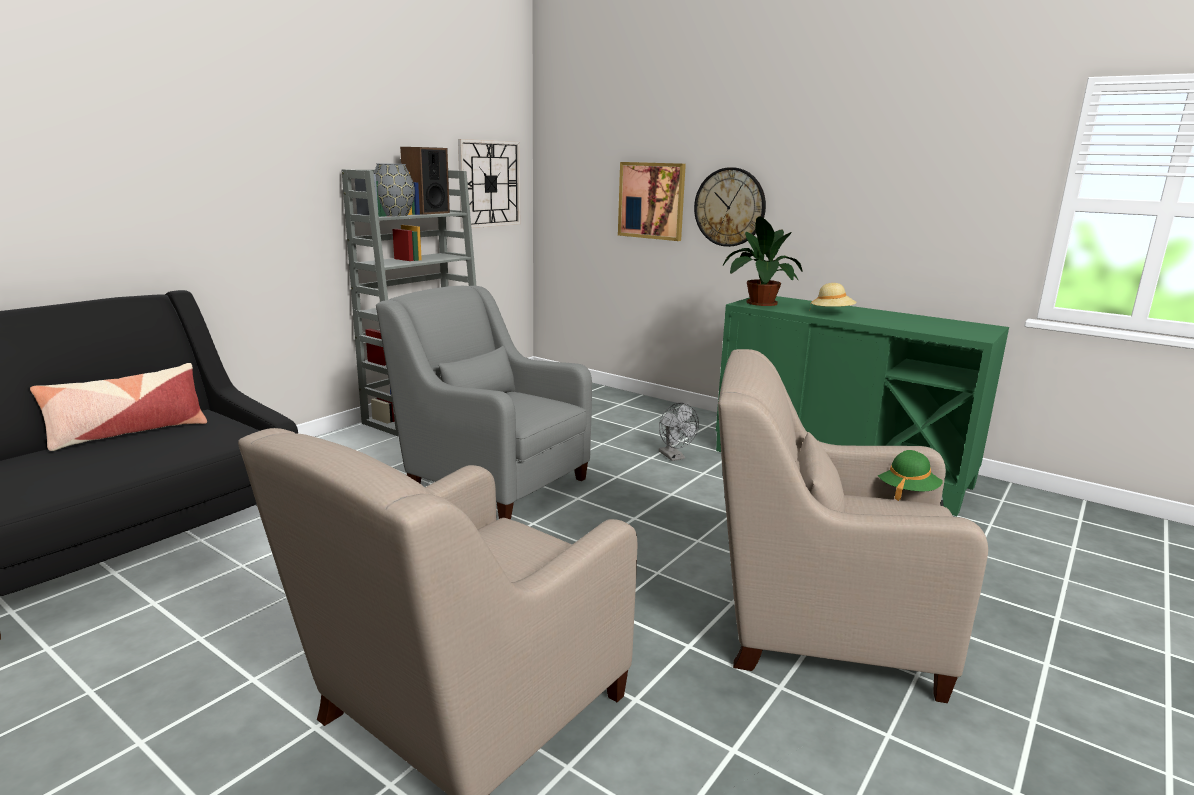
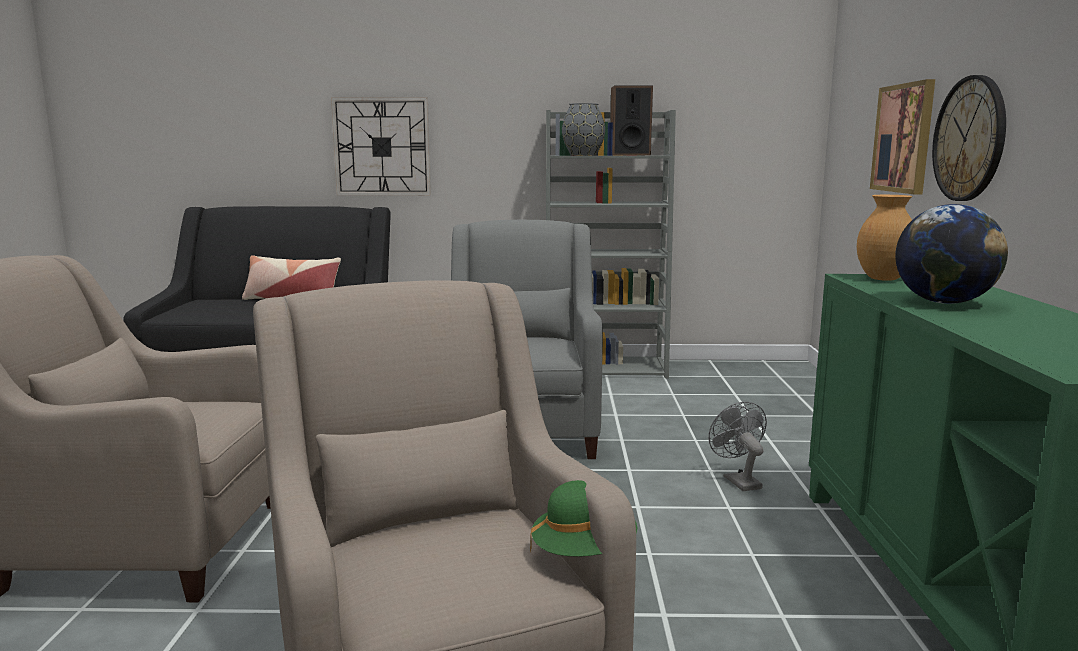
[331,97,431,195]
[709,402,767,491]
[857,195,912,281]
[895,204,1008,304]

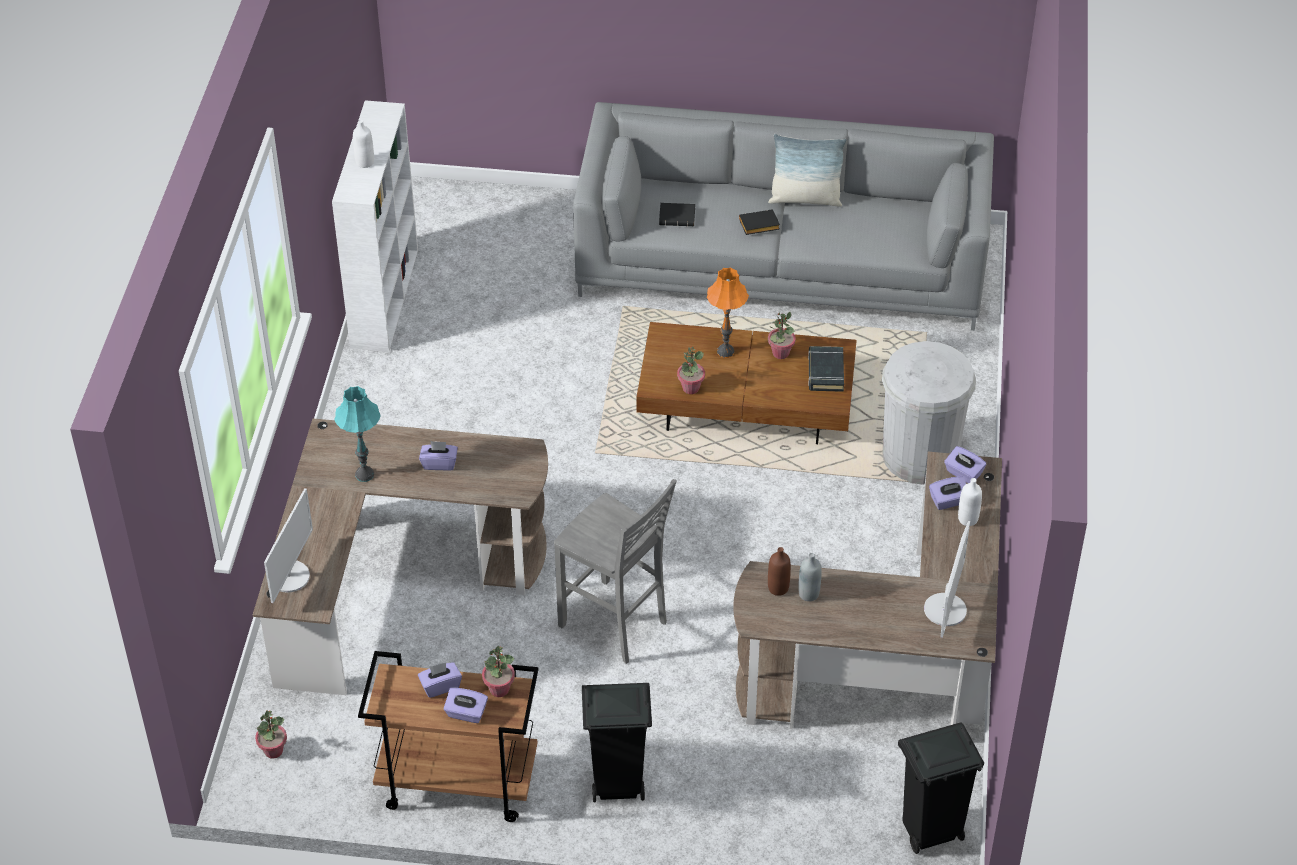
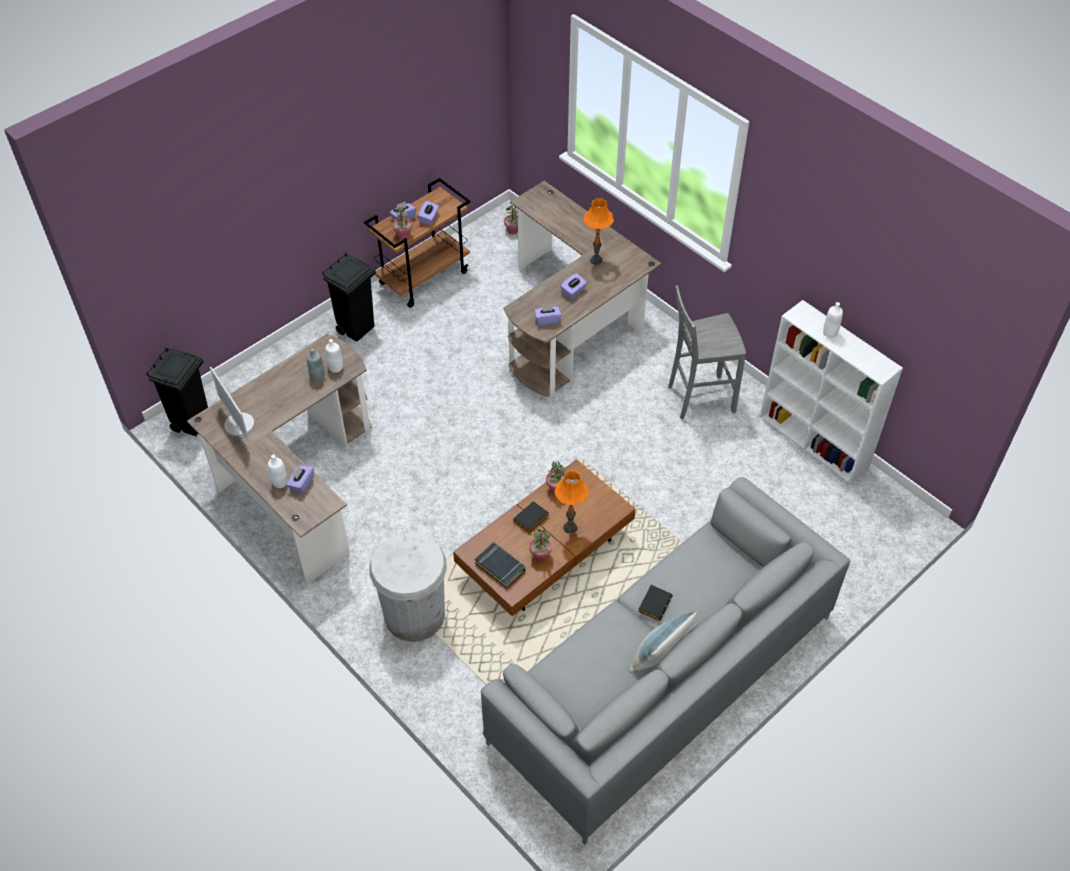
[325,339,343,373]
[513,501,549,533]
[534,305,561,326]
[583,198,614,265]
[668,286,746,419]
[264,488,313,603] (first image)

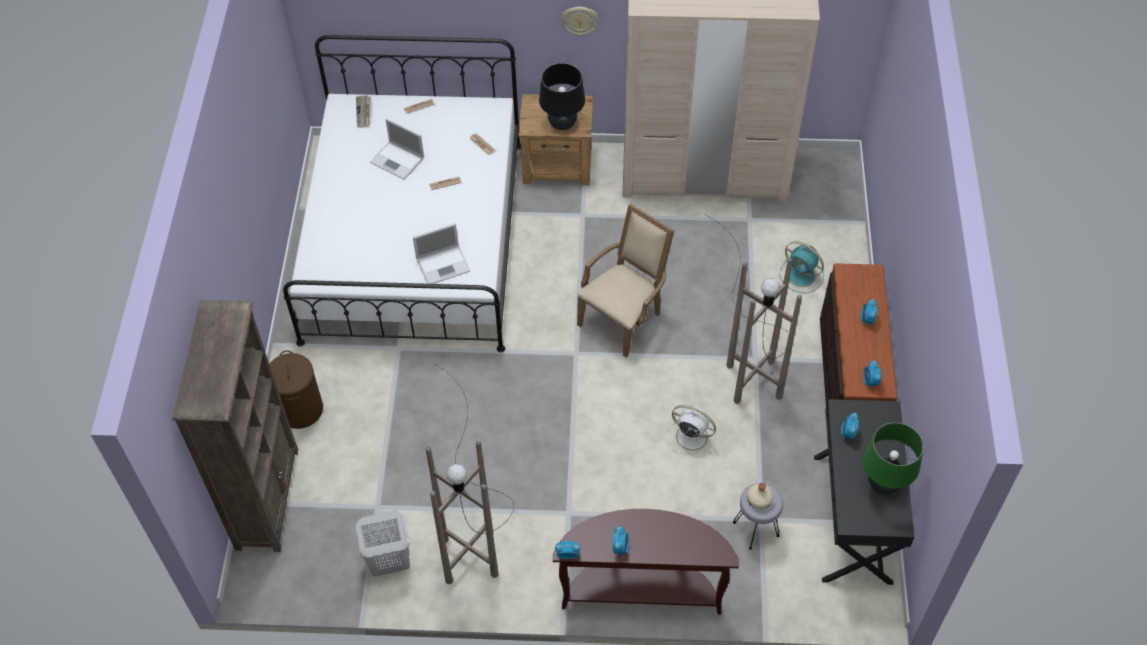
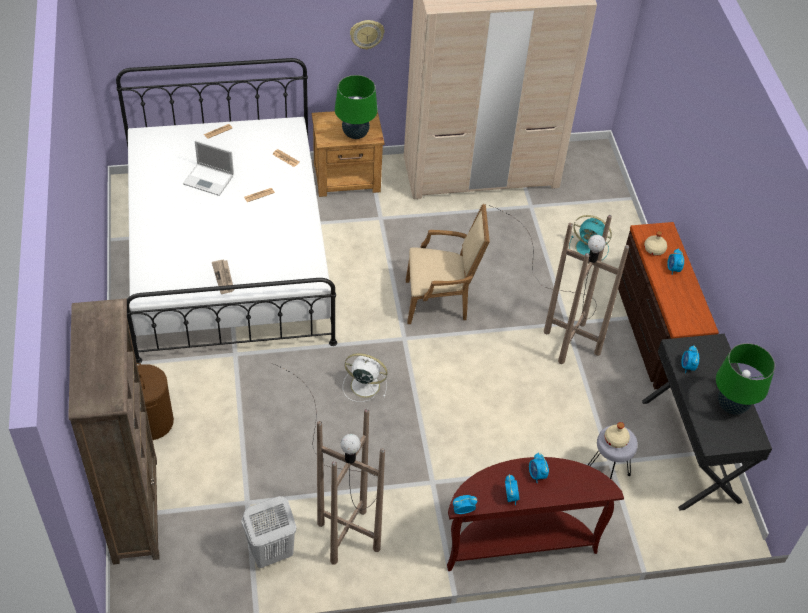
[212,260,234,294]
[335,75,378,139]
[343,353,388,402]
[406,204,490,324]
[529,452,549,483]
[644,231,667,256]
[413,223,470,284] (first image)

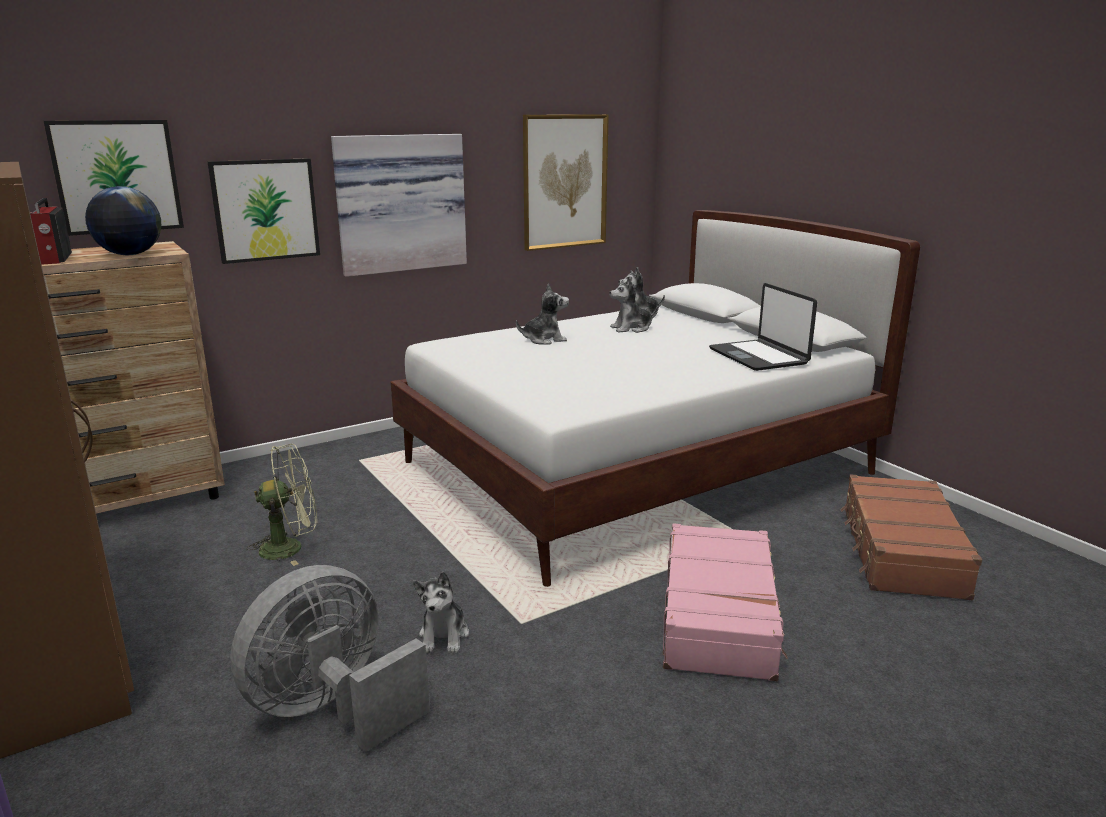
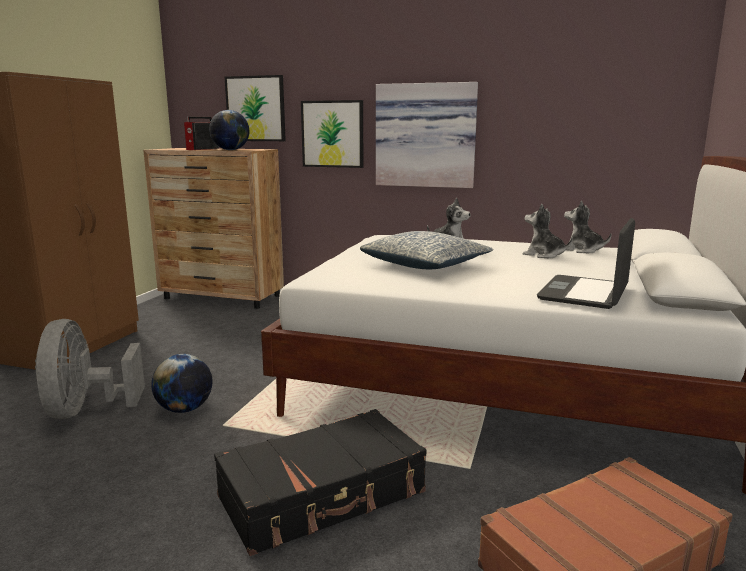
[35,319,145,419]
[151,354,212,413]
[214,409,426,556]
[360,231,494,269]
[246,444,317,566] (first image)
[523,114,609,251] (first image)

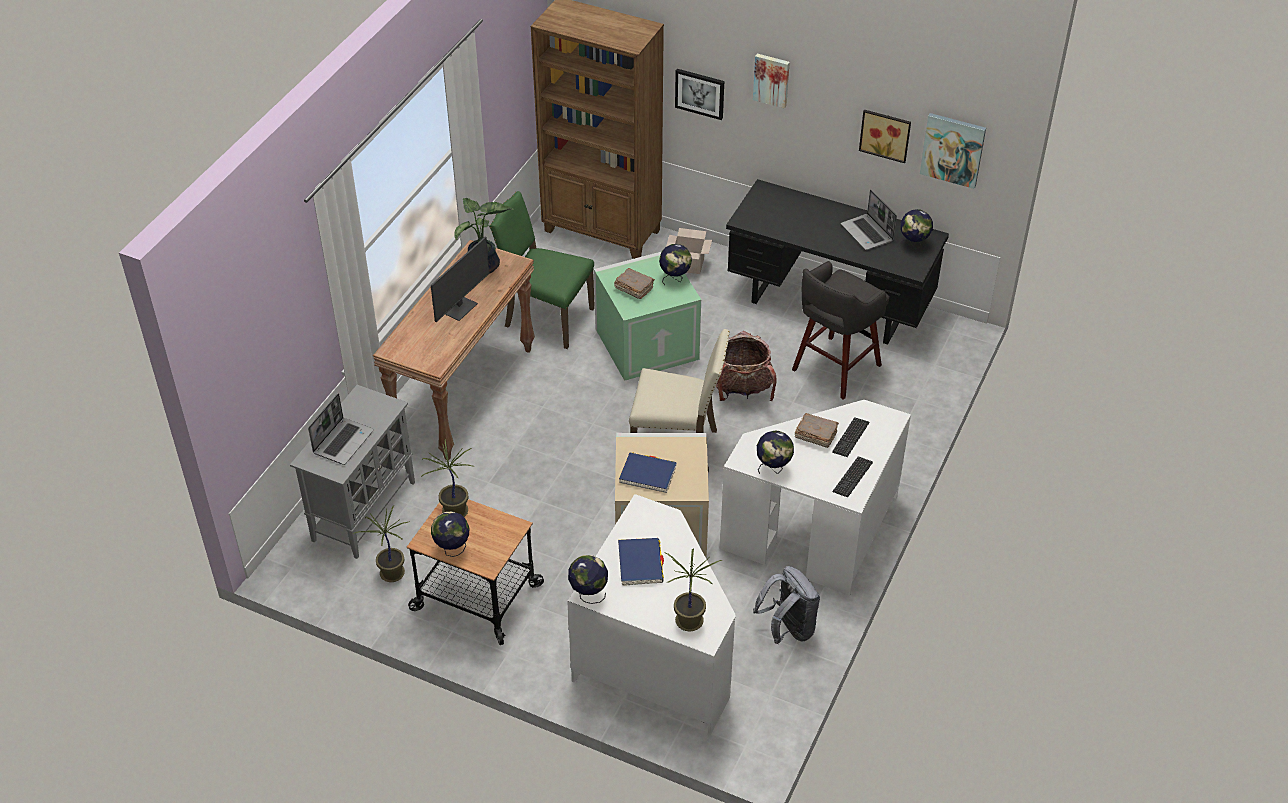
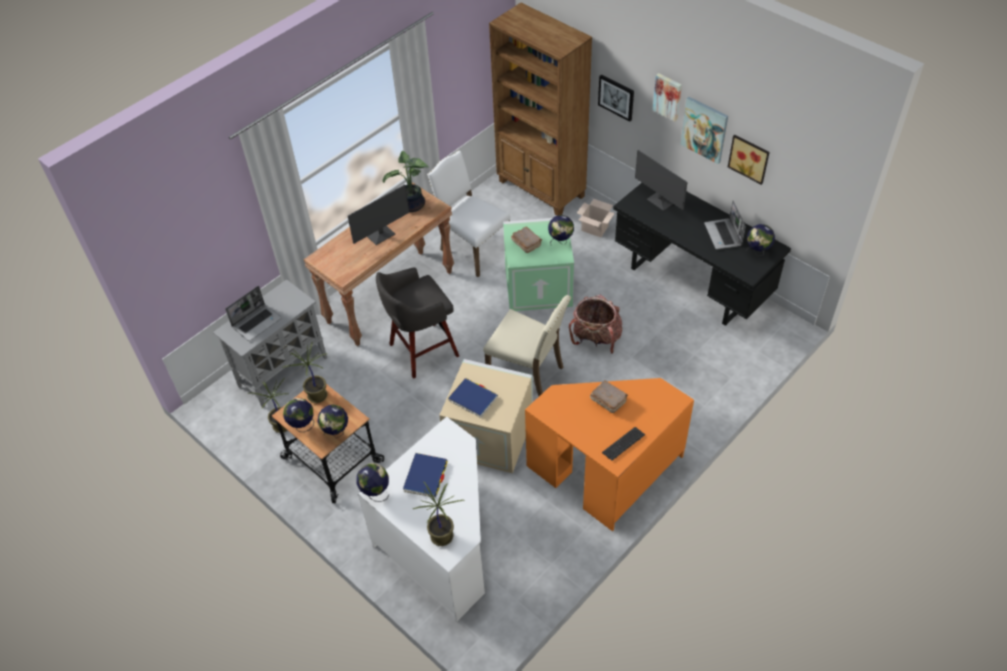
[317,405,348,438]
[376,267,459,379]
[427,151,510,277]
[525,378,694,531]
[635,150,688,211]
[680,97,728,164]
[753,566,820,644] (first image)
[832,417,869,457] (first image)

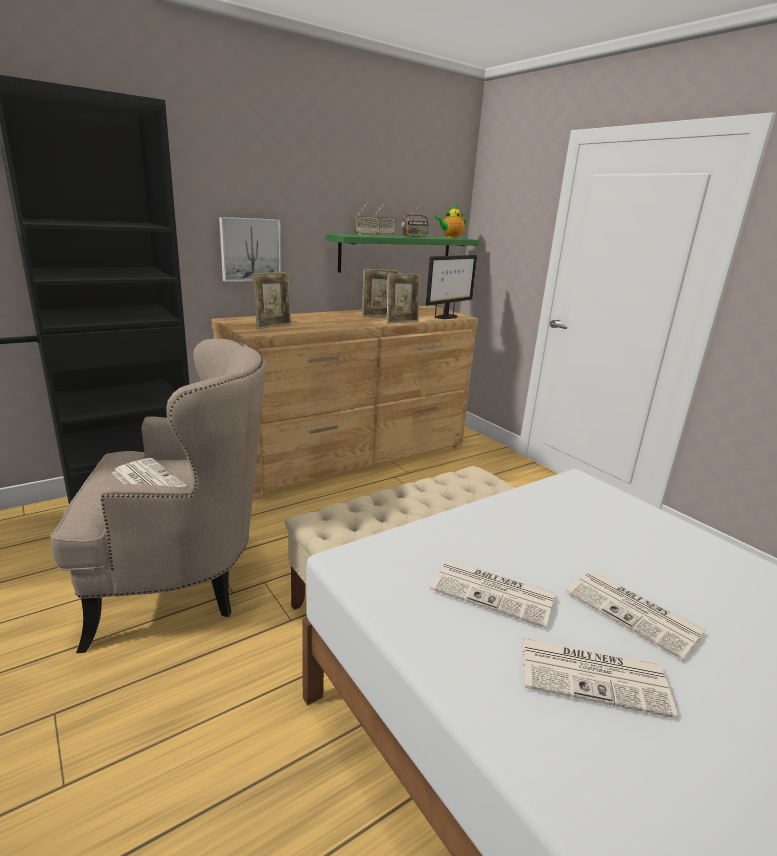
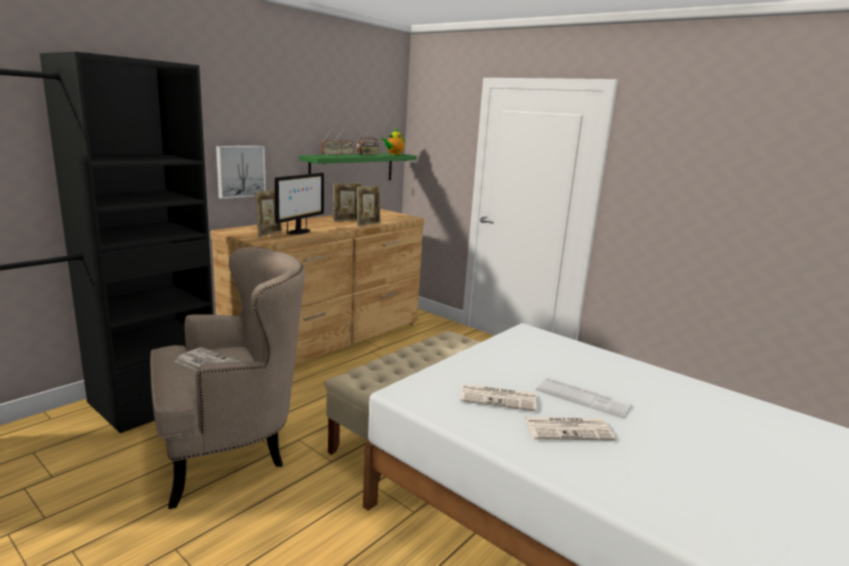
[275,173,324,235]
[536,377,632,418]

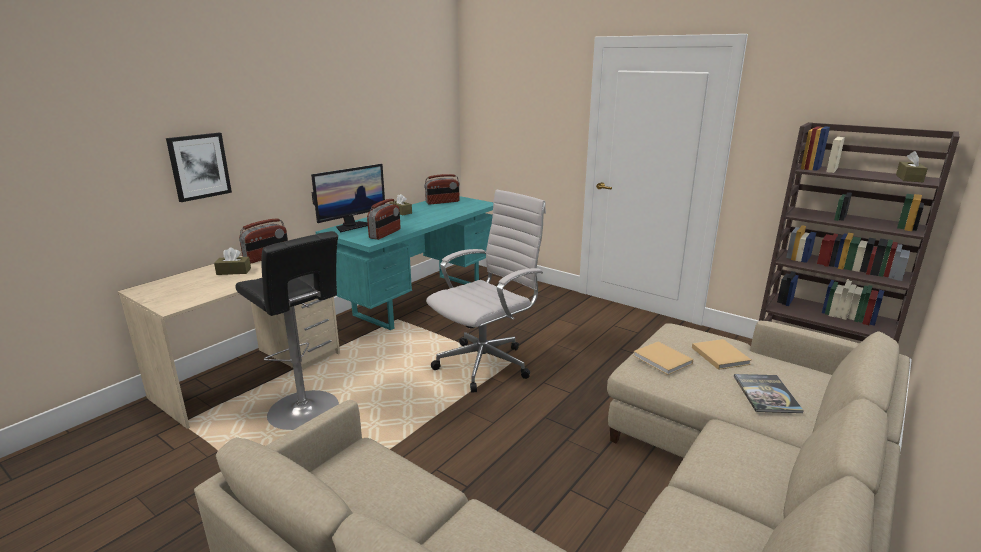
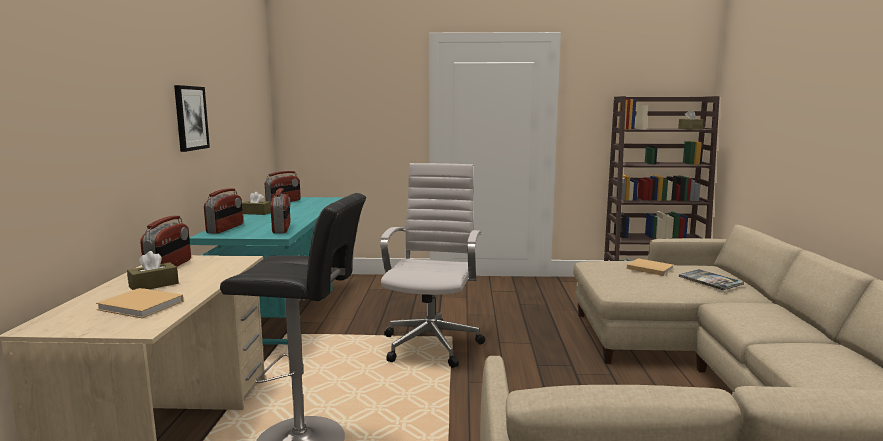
[96,288,184,318]
[174,85,210,152]
[204,188,243,234]

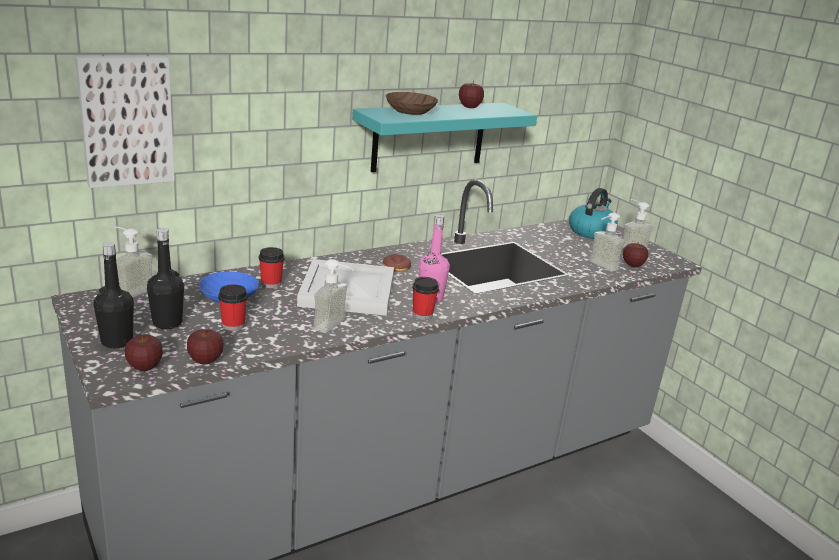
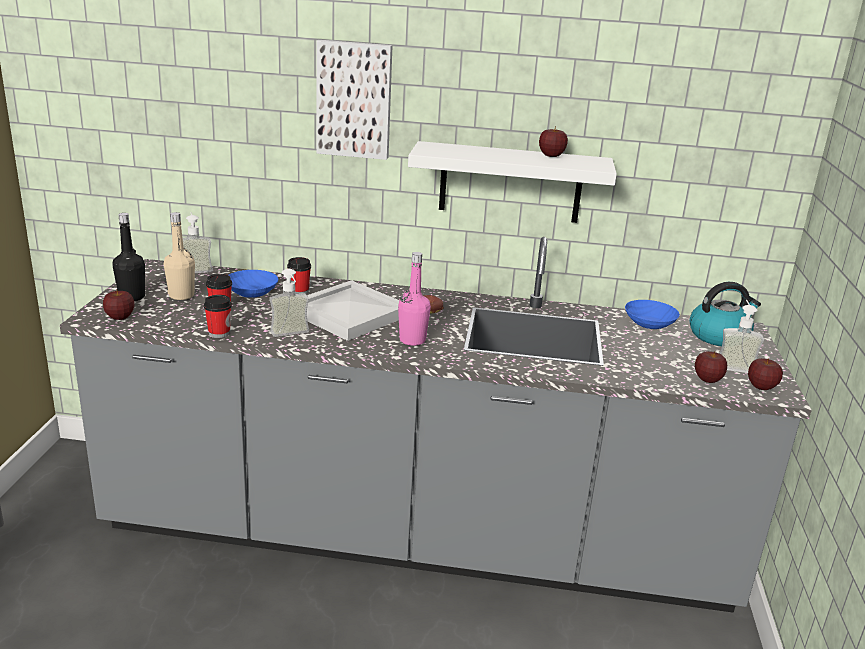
[163,212,195,300]
[204,295,232,338]
[316,40,393,160]
[408,141,617,223]
[625,300,680,329]
[748,358,783,390]
[386,92,438,115] (first image)
[589,213,625,271] (first image)

